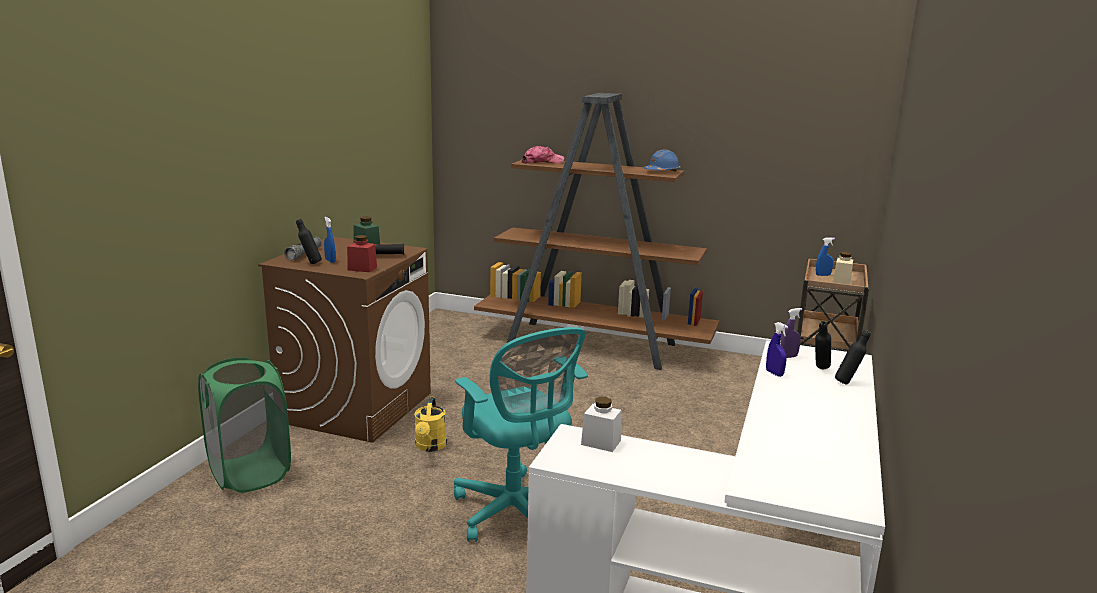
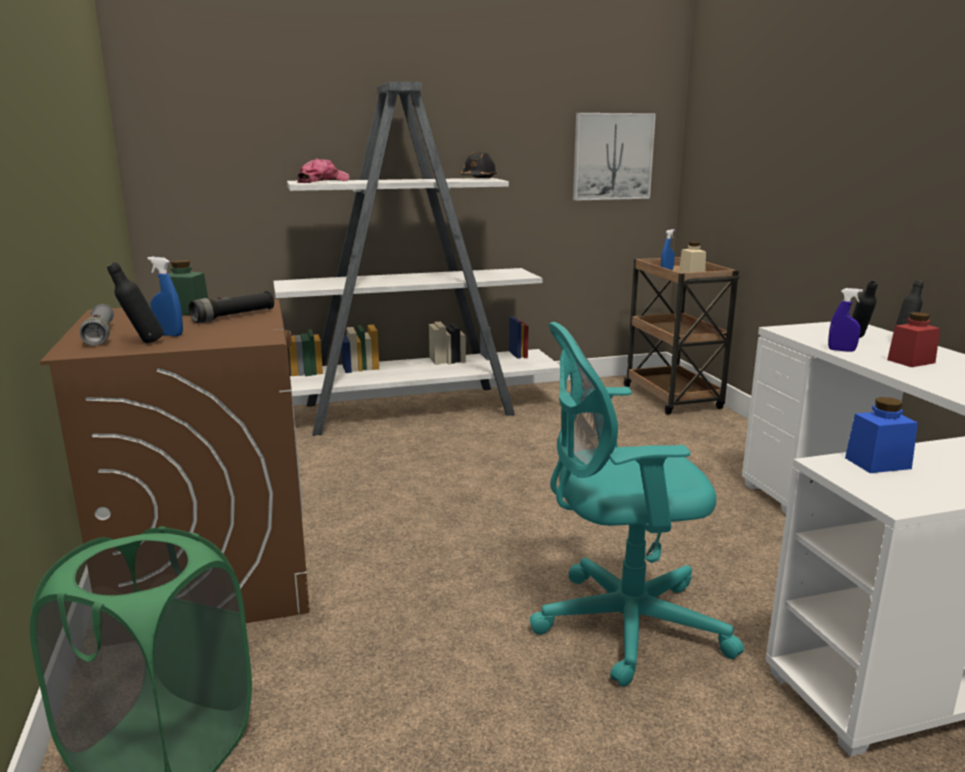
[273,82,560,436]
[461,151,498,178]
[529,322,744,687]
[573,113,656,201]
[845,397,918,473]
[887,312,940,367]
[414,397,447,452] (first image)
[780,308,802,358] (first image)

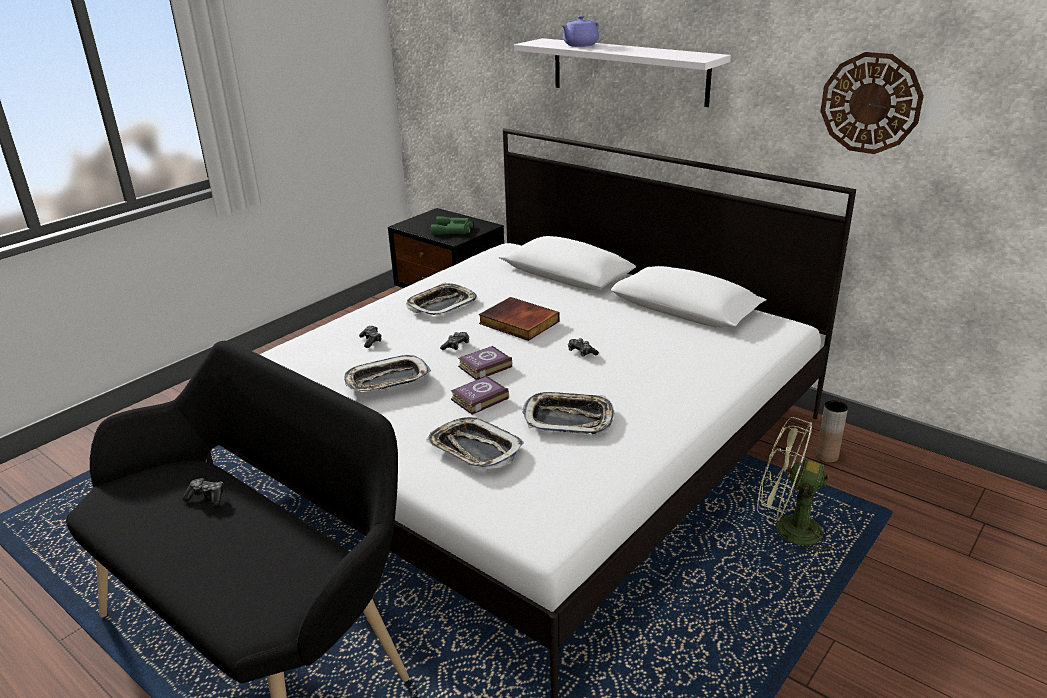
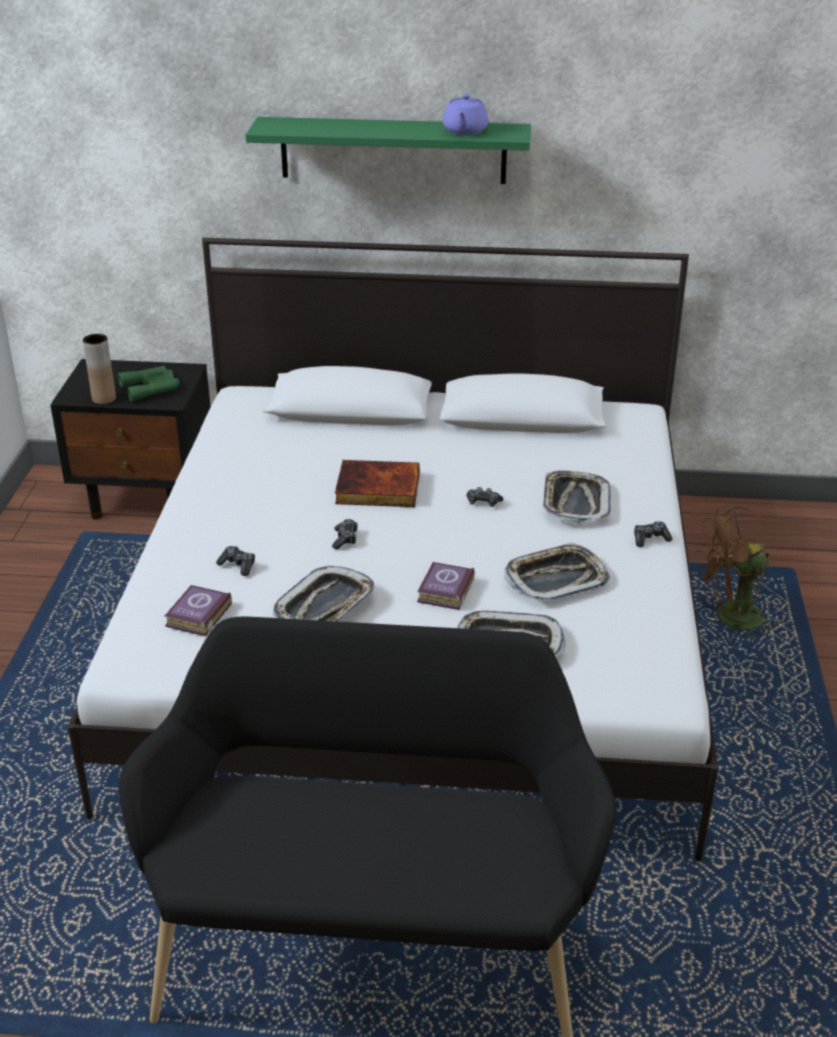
[83,334,116,404]
[165,585,232,636]
[245,117,531,184]
[443,94,488,135]
[543,470,611,524]
[634,521,672,547]
[695,506,780,641]
[820,52,924,154] (first image)

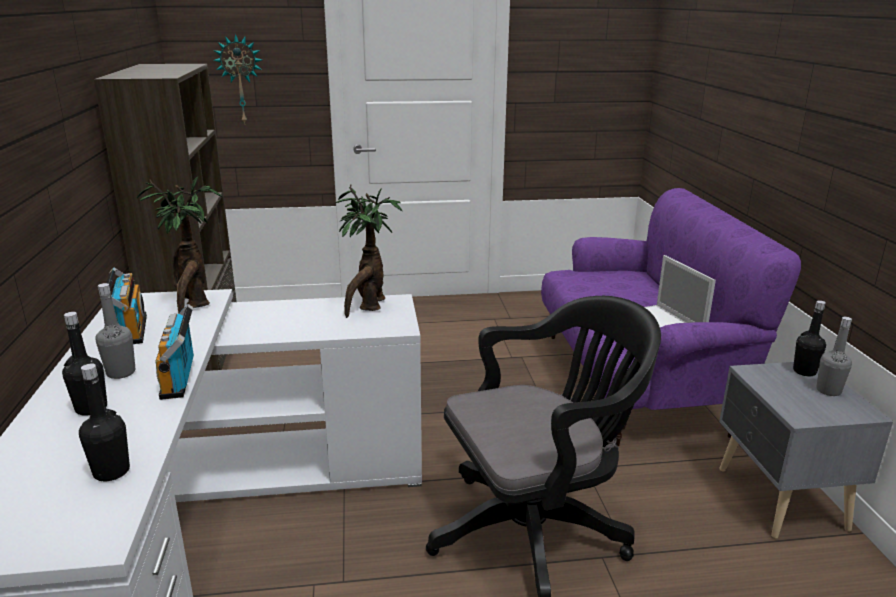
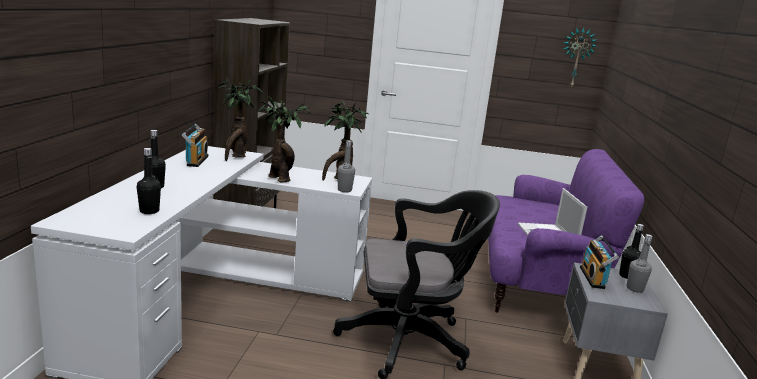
[258,97,311,182]
[338,140,355,192]
[564,28,597,88]
[580,235,619,289]

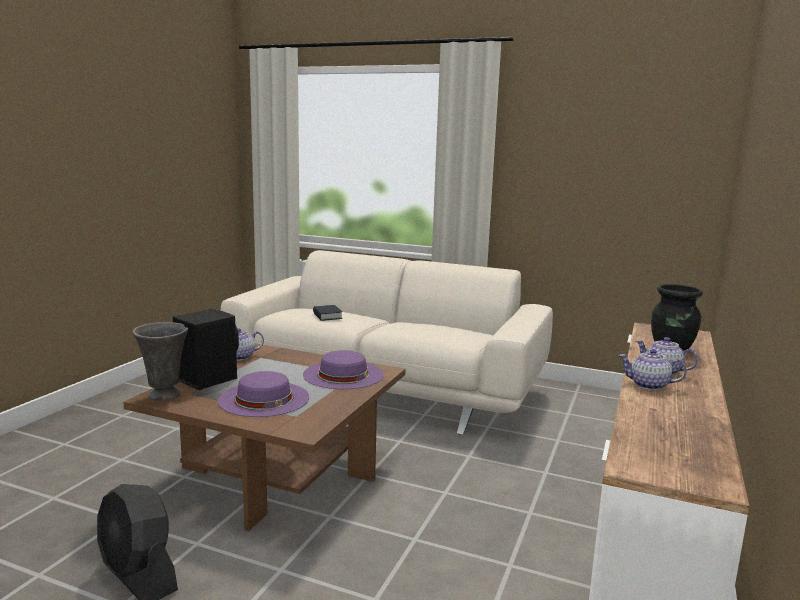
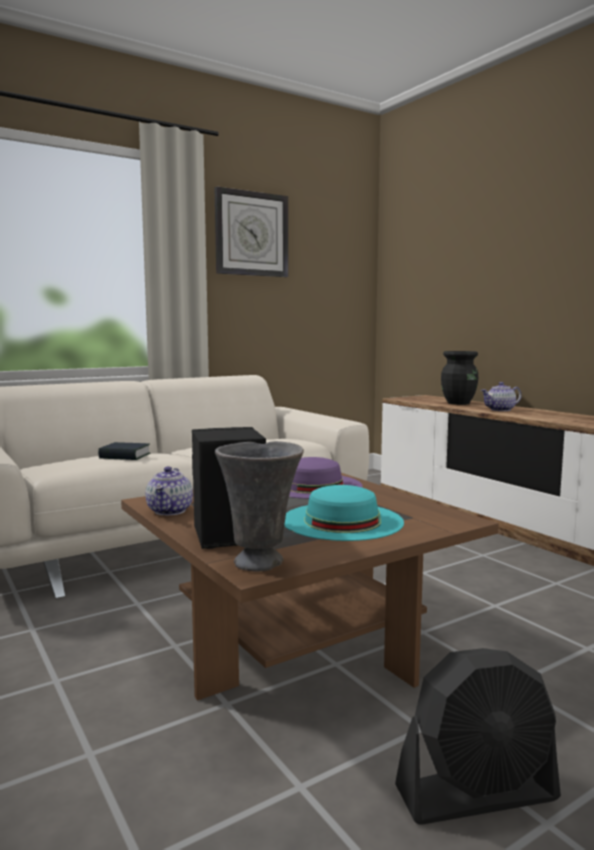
[214,187,288,277]
[284,485,404,541]
[619,349,687,390] (first image)

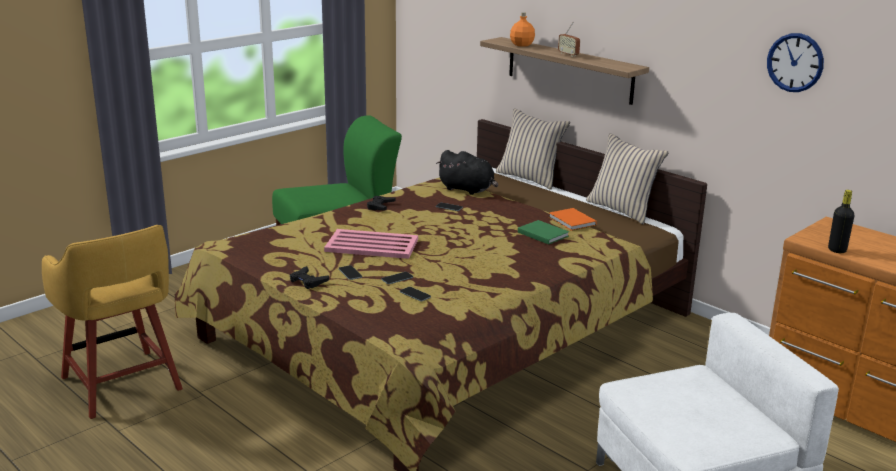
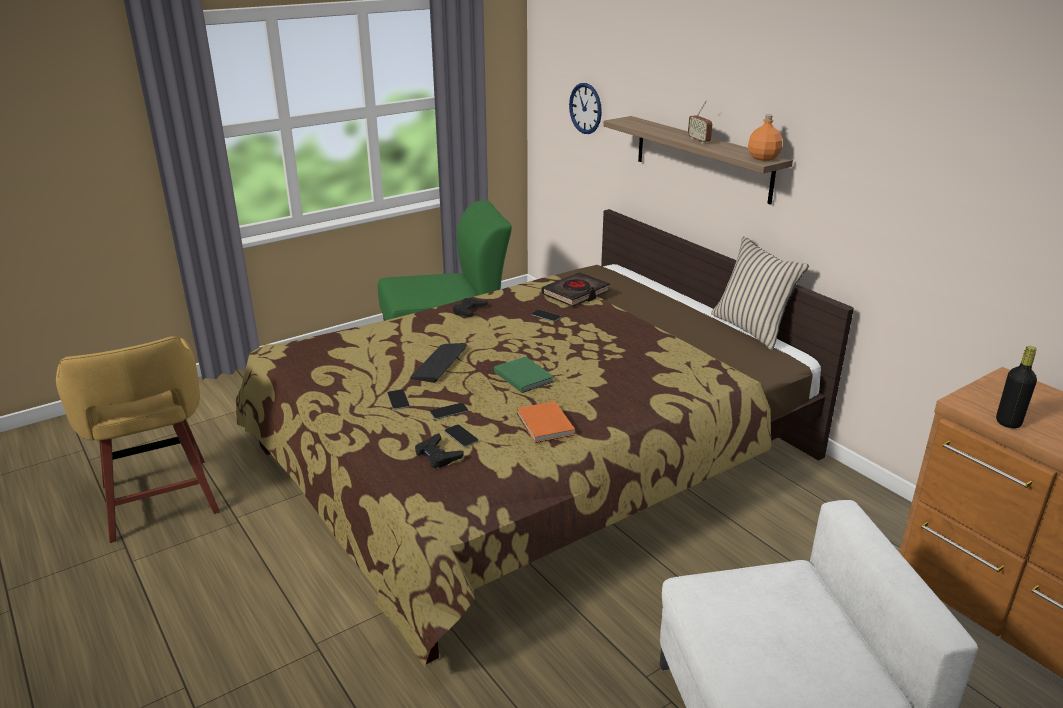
[410,343,467,383]
[415,433,464,469]
[494,356,554,393]
[516,401,575,443]
[541,272,610,307]
[569,83,602,134]
[748,114,783,161]
[496,108,570,190] (first image)

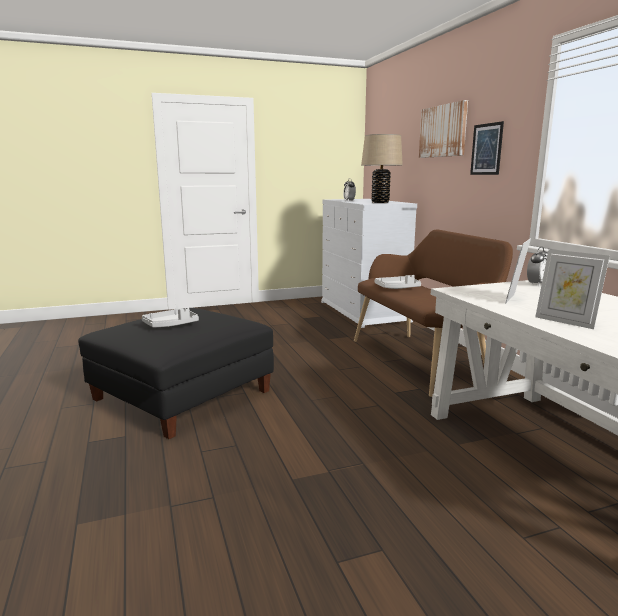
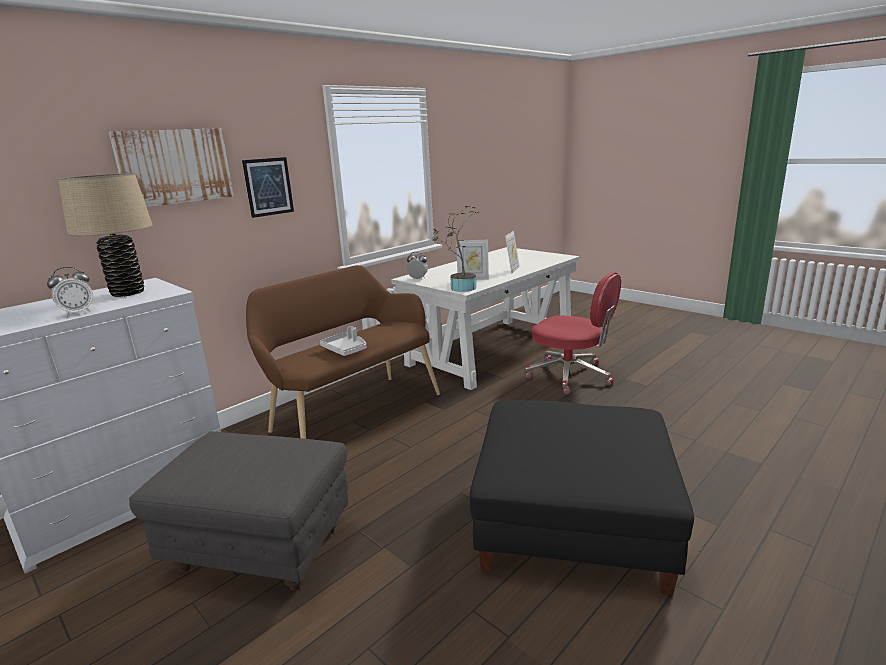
[129,431,348,591]
[432,206,478,292]
[525,272,621,395]
[142,308,199,327] (first image)

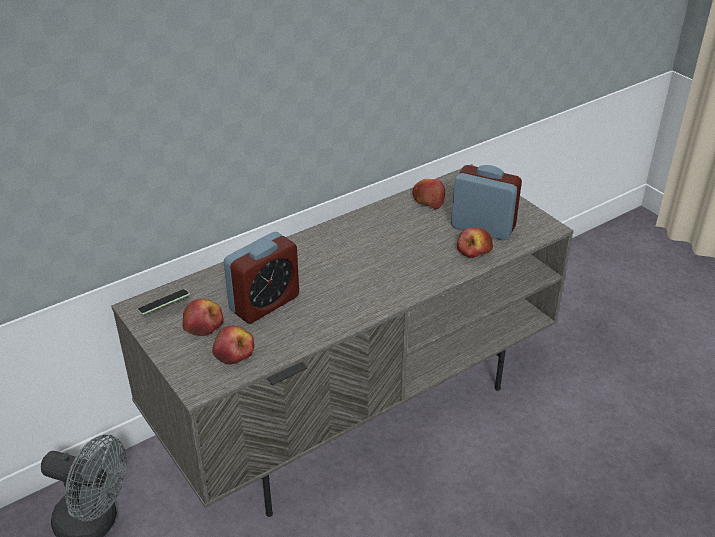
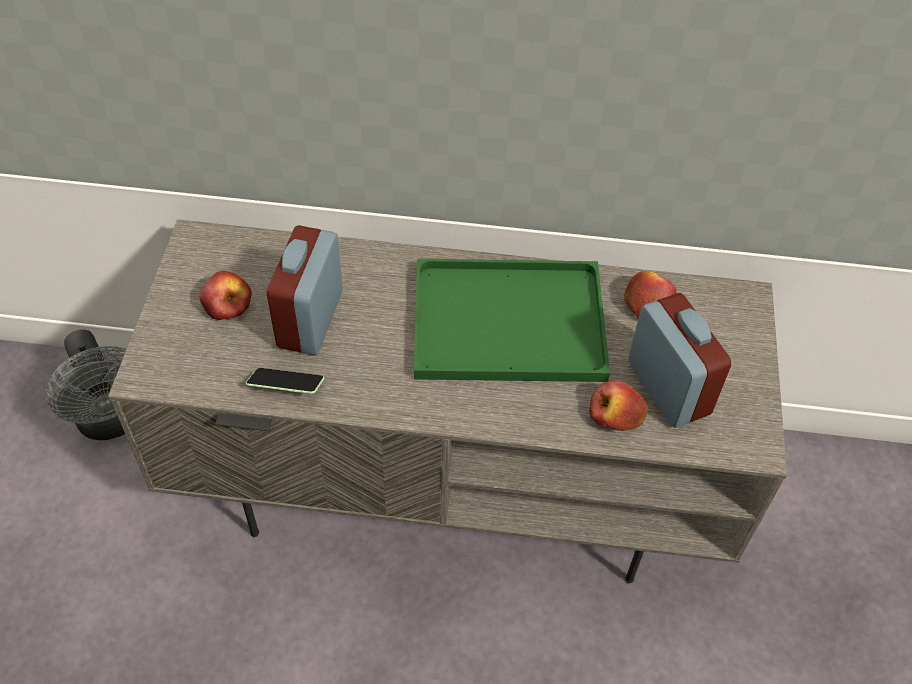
[246,368,325,394]
[267,225,343,355]
[414,259,610,382]
[212,326,254,365] (first image)

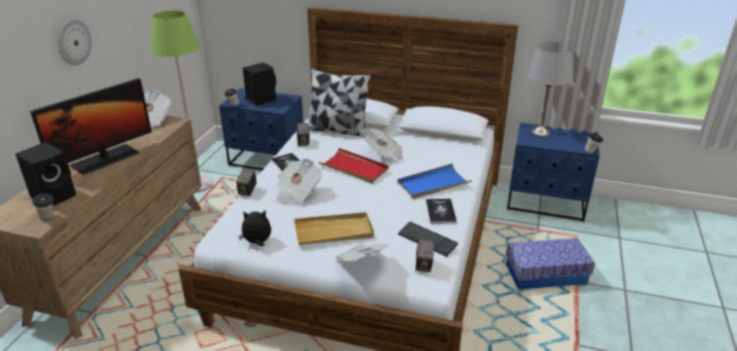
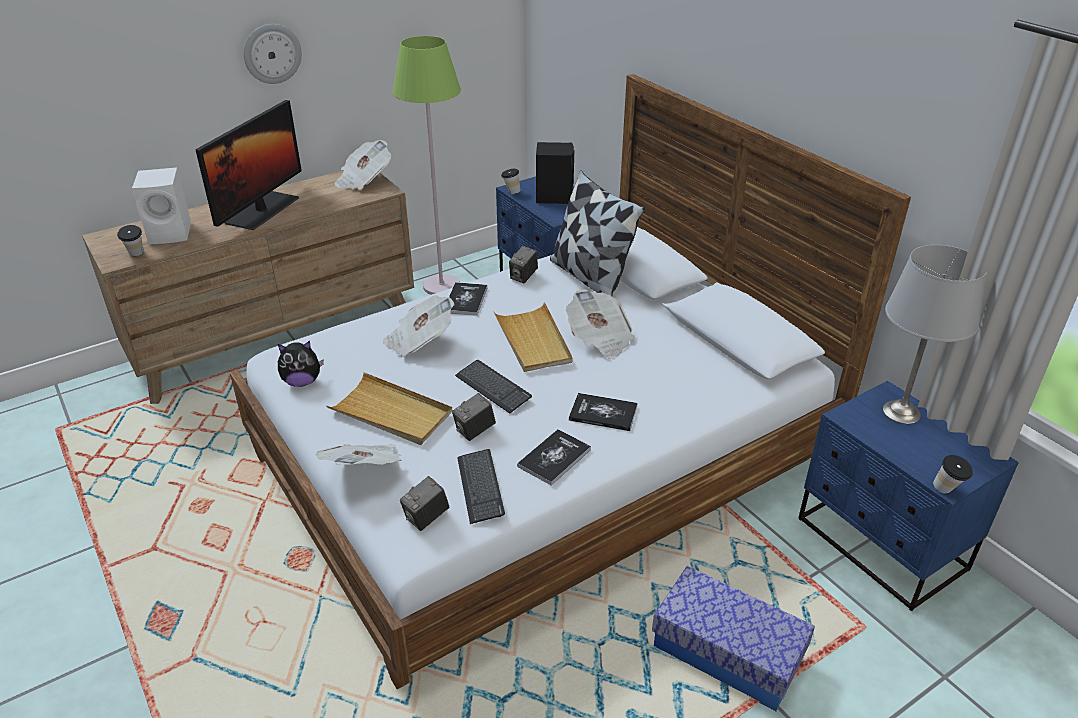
[132,167,191,244]
[196,100,302,230]
[278,341,324,387]
[452,393,496,441]
[455,360,532,414]
[493,302,572,372]
[569,393,637,431]

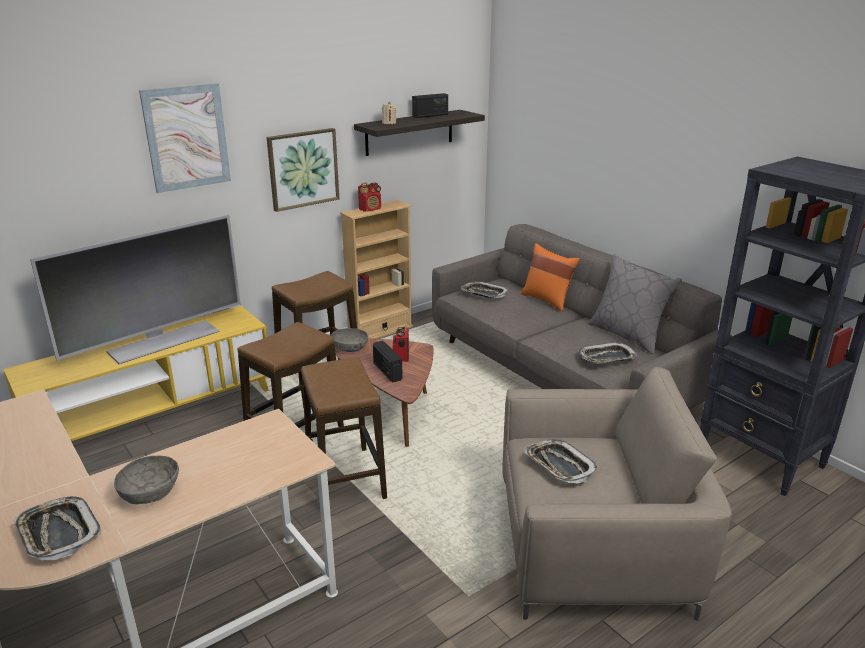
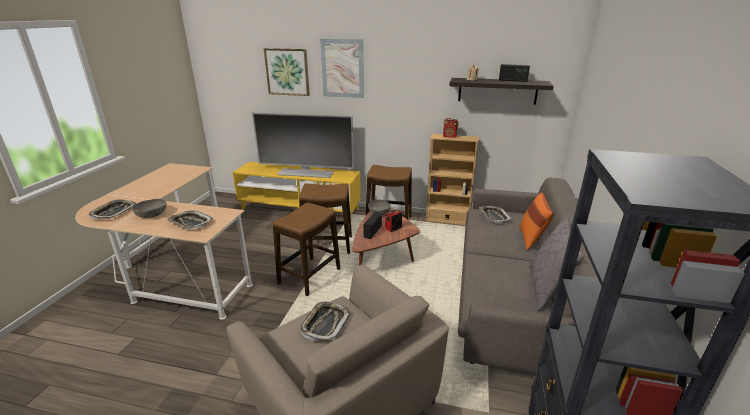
[167,210,213,229]
[264,48,310,96]

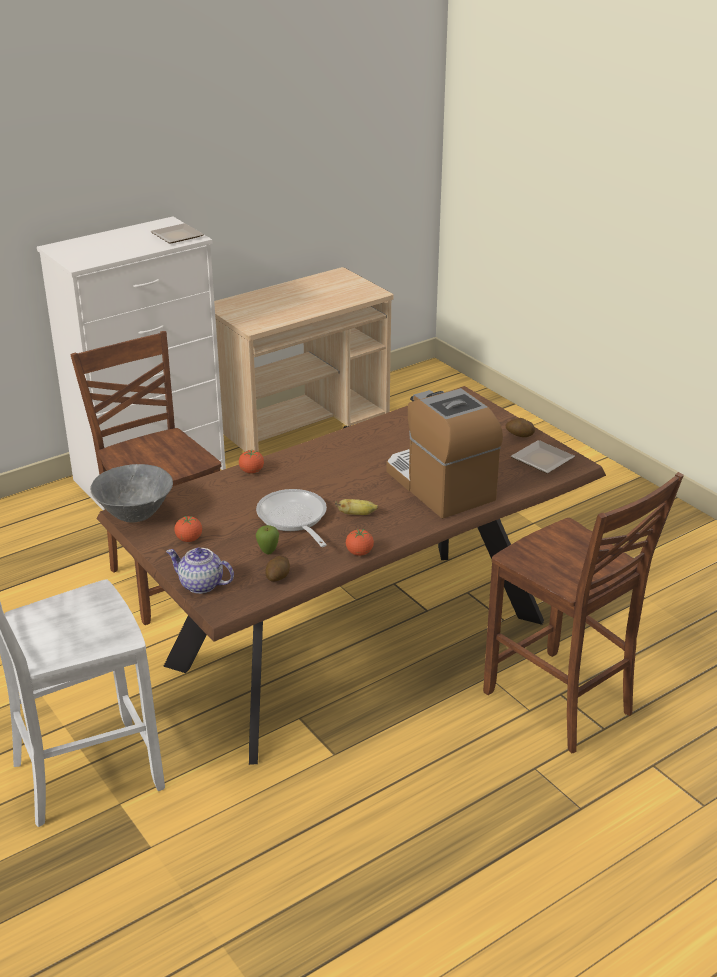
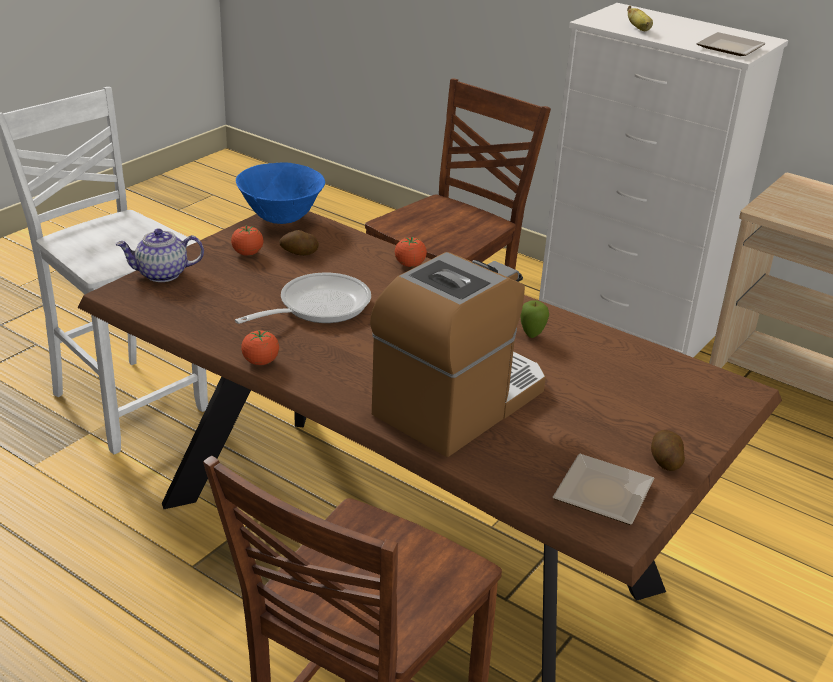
[115,228,204,282]
[236,162,325,224]
[279,230,319,256]
[521,300,549,338]
[627,6,653,31]

